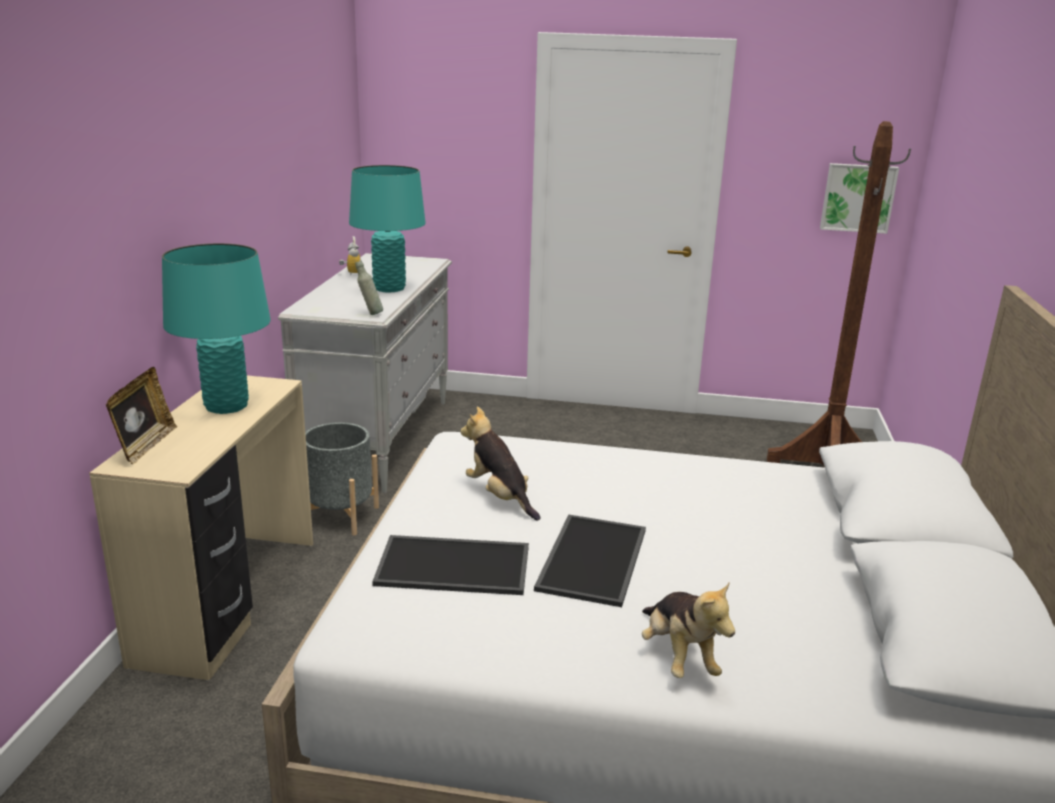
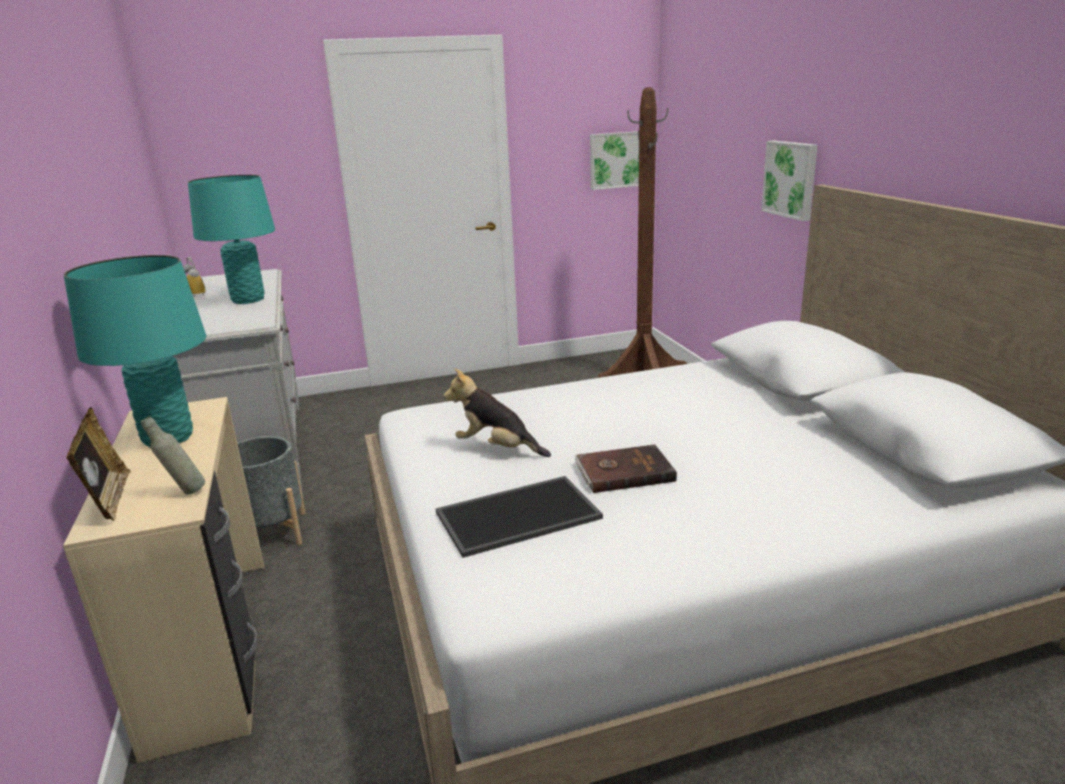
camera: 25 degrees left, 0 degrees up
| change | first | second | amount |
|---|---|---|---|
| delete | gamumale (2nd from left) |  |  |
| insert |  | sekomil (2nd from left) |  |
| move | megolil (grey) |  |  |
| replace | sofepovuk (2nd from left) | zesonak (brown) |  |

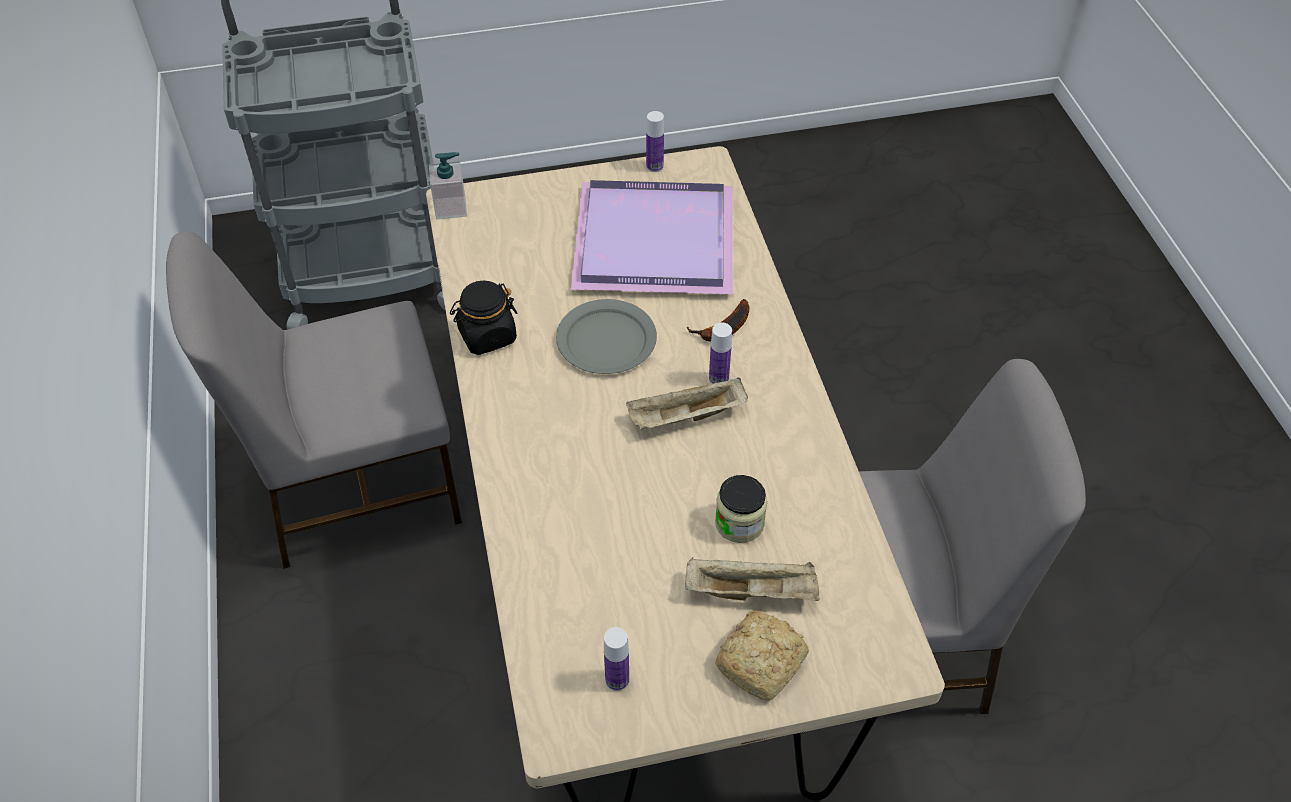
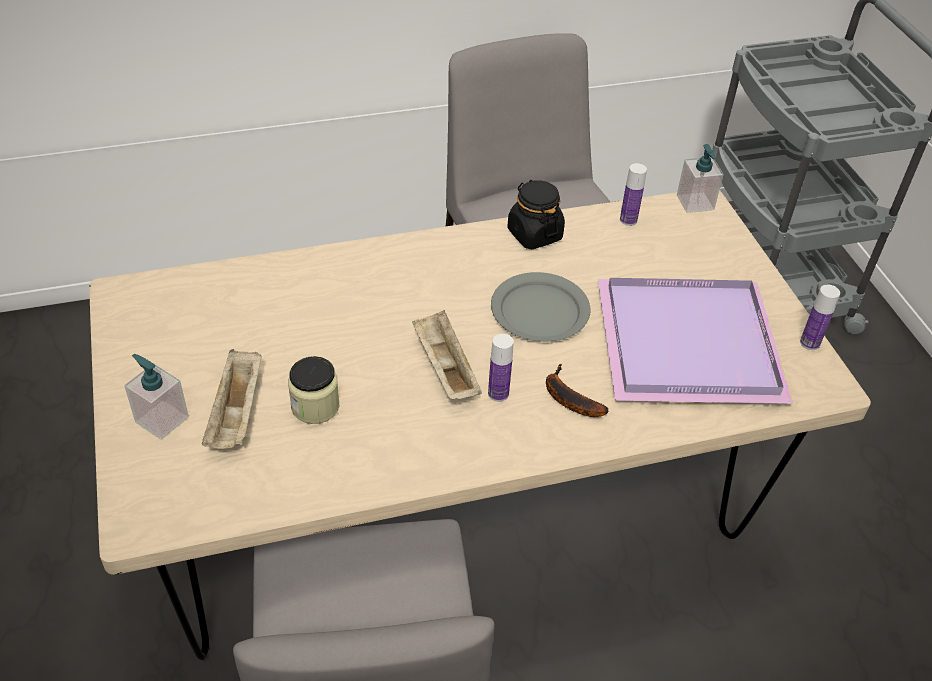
camera: 85 degrees right, 5 degrees down
| change | first | second | amount |
|---|---|---|---|
| move | megolil (1st from left in the first image) | megolil (2nd from left) |  |
| replace | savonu | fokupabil (1st from left) |  |

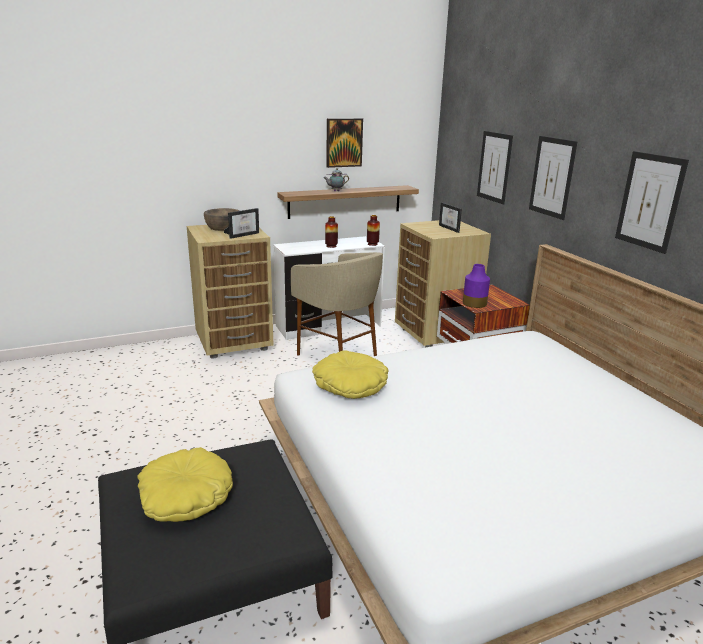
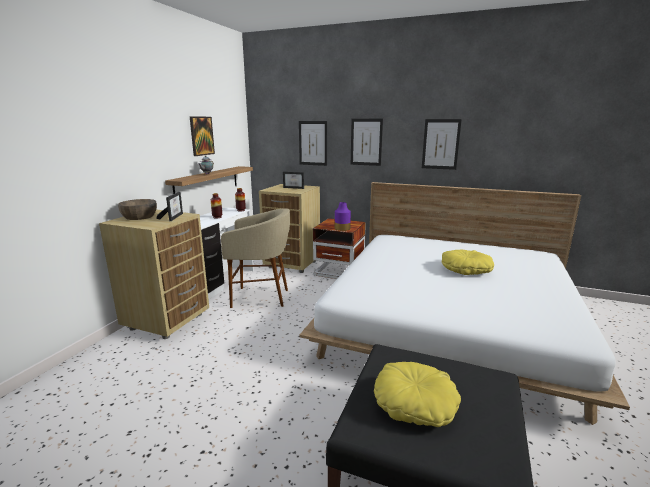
camera: 45 degrees left, 5 degrees down
| change | first | second | amount |
|---|---|---|---|
| move | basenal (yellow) (2nd from left) |  |  |

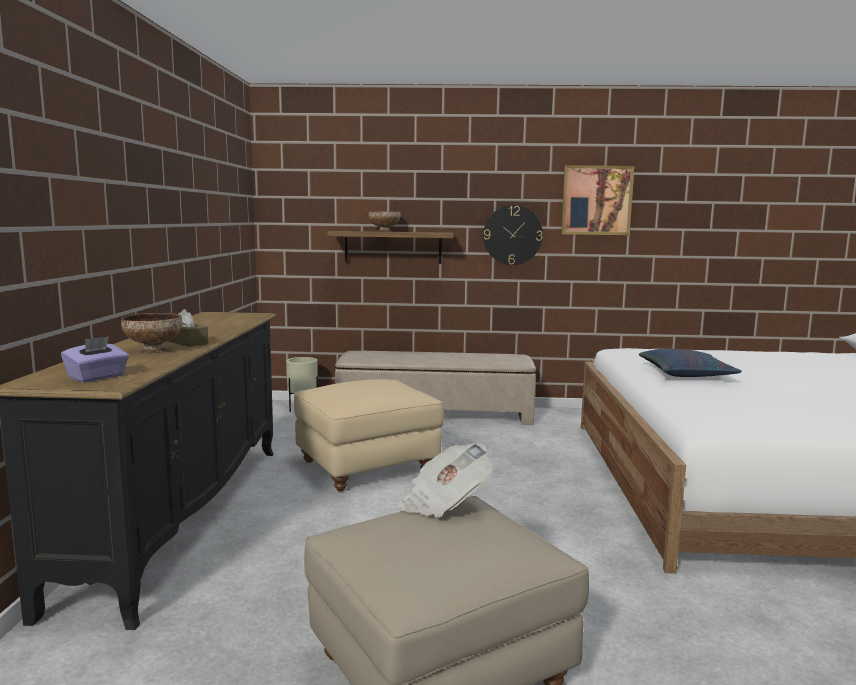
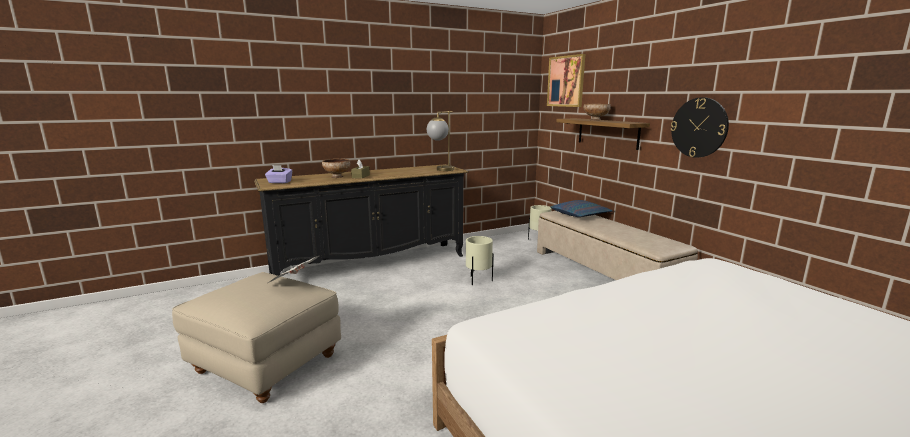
camera: 60 degrees right, 5 degrees up
| change | first | second | amount |
|---|---|---|---|
| insert |  | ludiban |  |
| move | sekomil |  |  |
| move | basenal (blue) |  |  |
| replace | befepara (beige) (1st from left) | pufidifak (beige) (1st from left) |  |

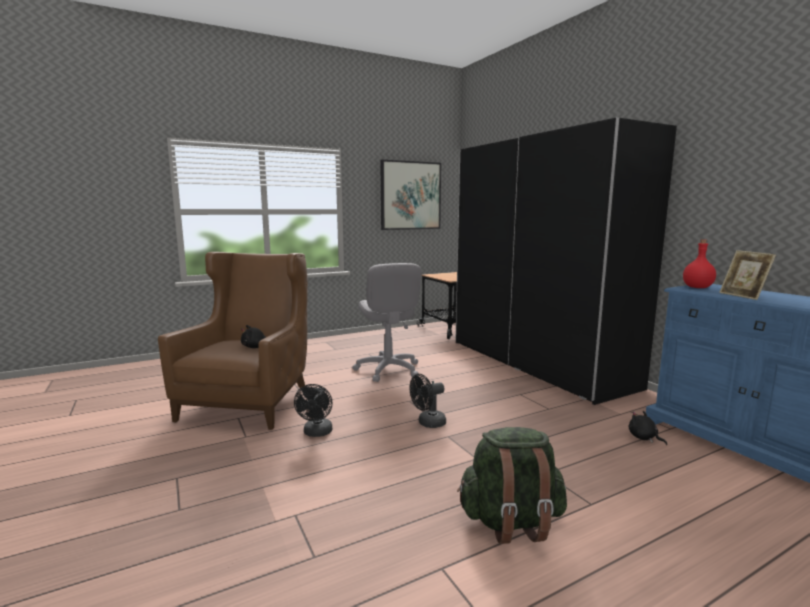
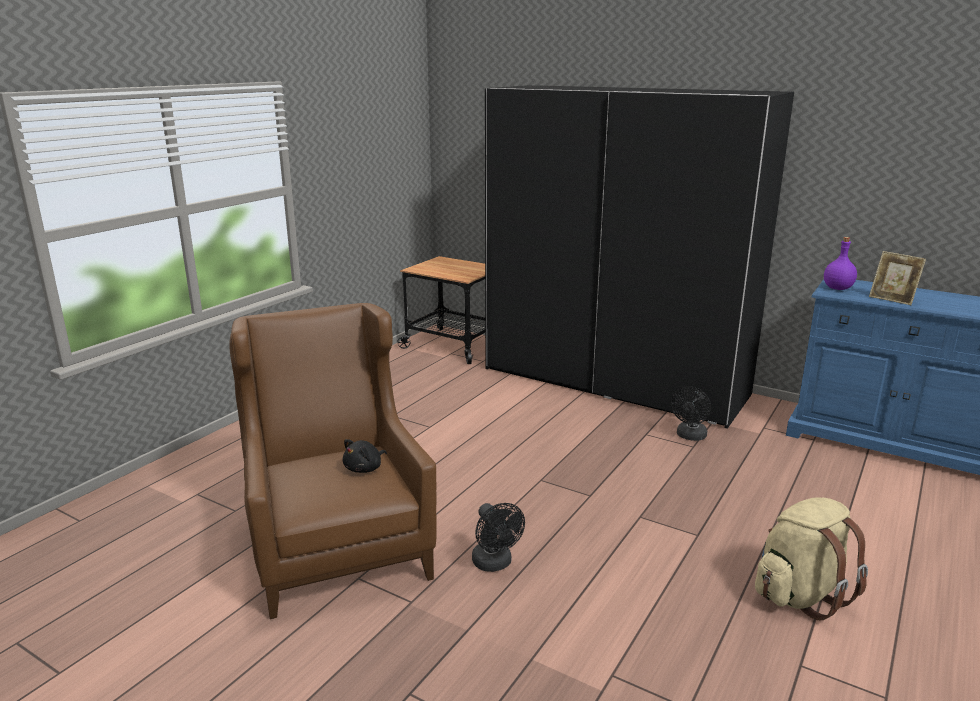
camera: 30 degrees left, 10 degrees up
| change | first | second | amount |
|---|---|---|---|
| delete | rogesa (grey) |  |  |
| delete | sekomil |  |  |
| delete | gamumale (black) (2nd from left) |  |  |
| move | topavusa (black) (2nd from left) |  |  |
| recolor | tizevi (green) | tizevi (beige) |  |
| recolor | megolil (red) | megolil (purple) |  |

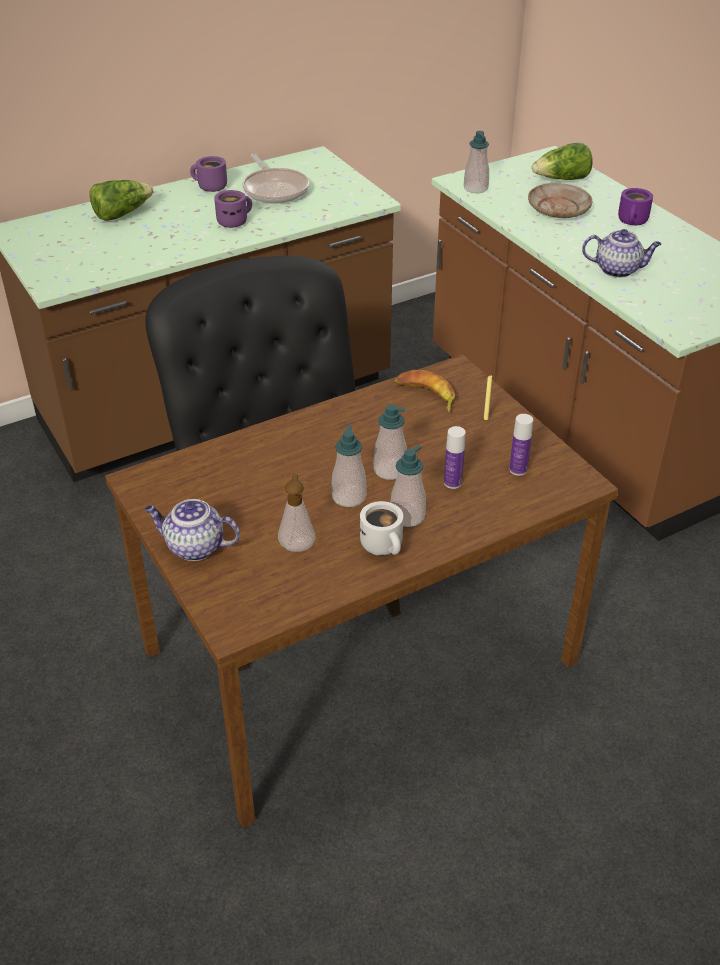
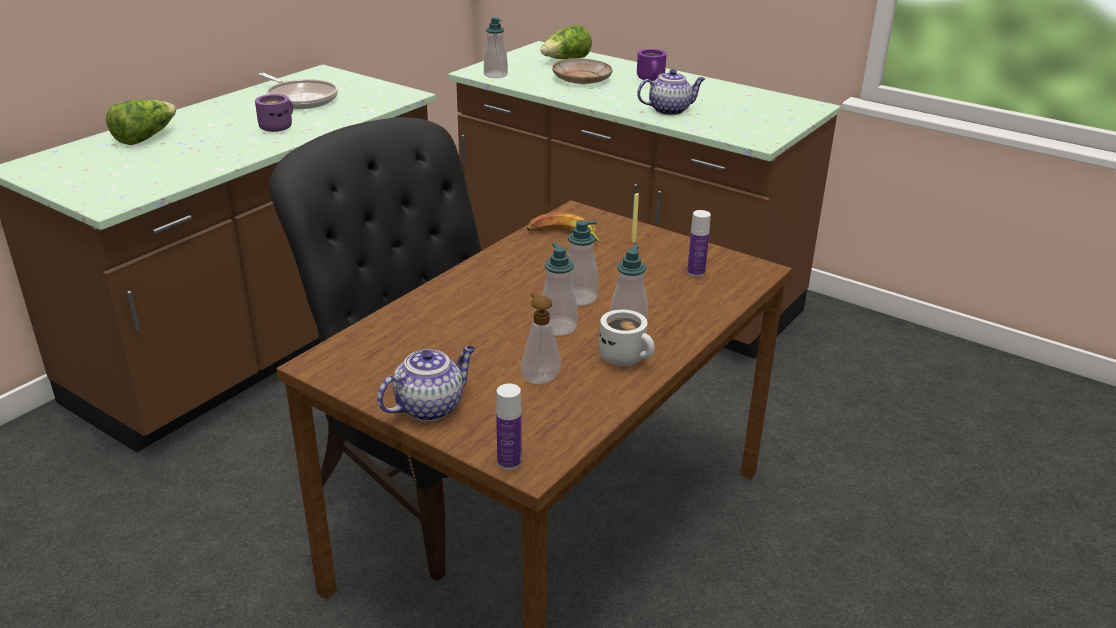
camera: 25 degrees left, 10 degrees down
| change | first | second | amount |
|---|---|---|---|
| delete | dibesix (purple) (1st from left) |  |  |
| move | megolil (1st from left) |  |  |
| rotate | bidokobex (1st from left) |  | 150 degrees clockwise |

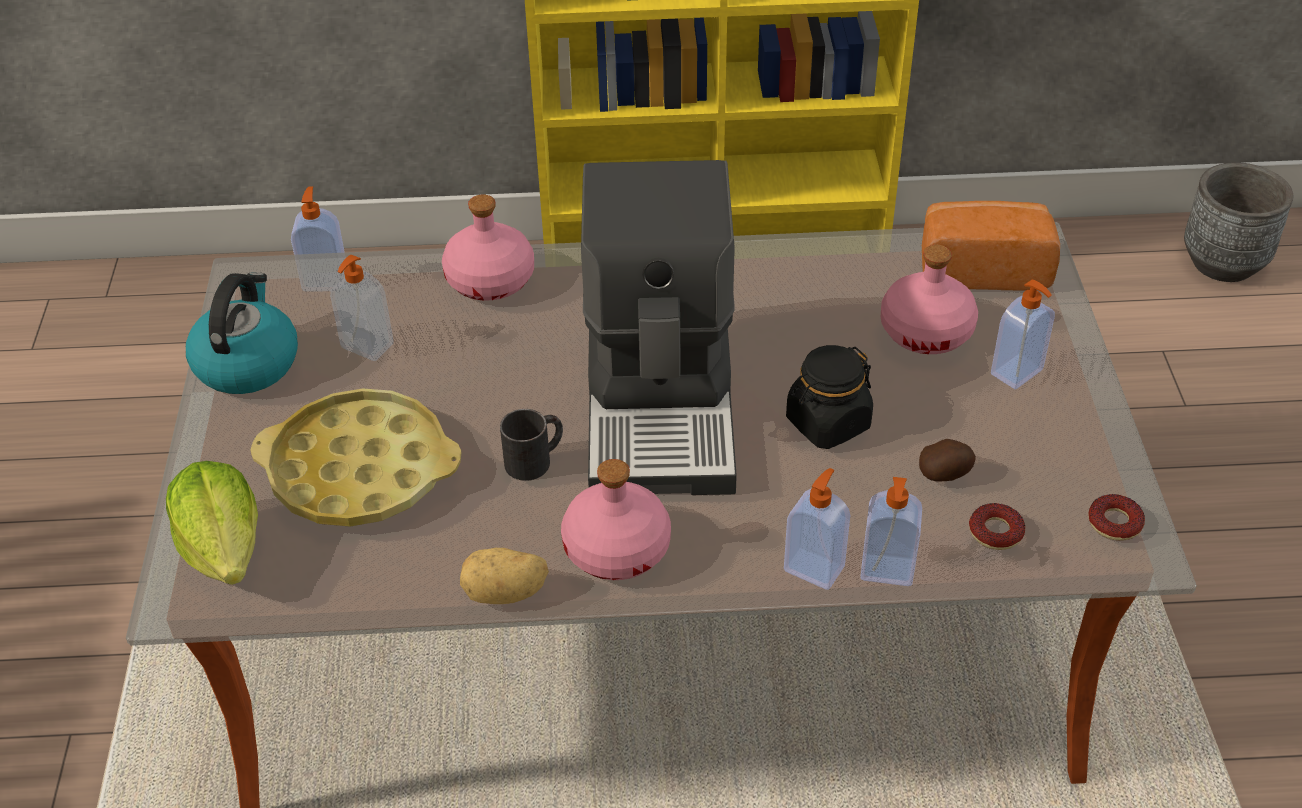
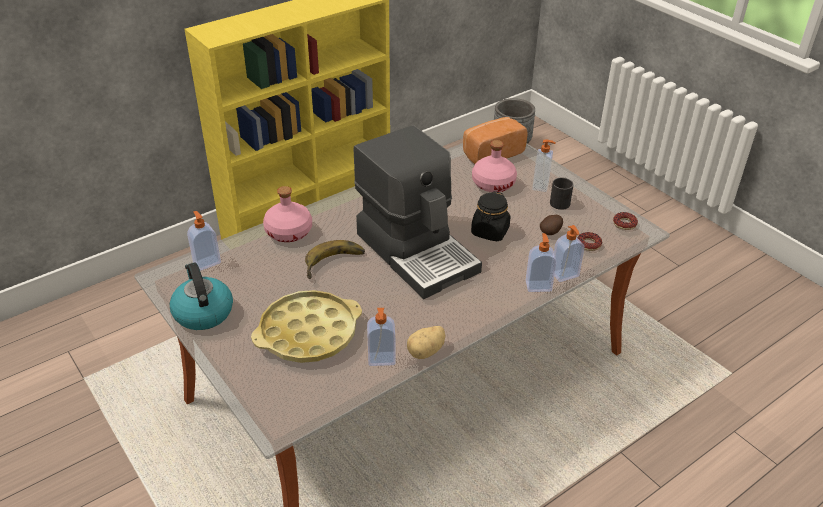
camera: 35 degrees left, 5 degrees down
| change | first | second | amount |
|---|---|---|---|
| delete | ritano |  |  |
| delete | megolil (pink) (2nd from left) |  |  |
| insert |  | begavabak |  |
| move | fokupabil (2nd from left) |  |  |
| move | dibesix (black) |  |  |

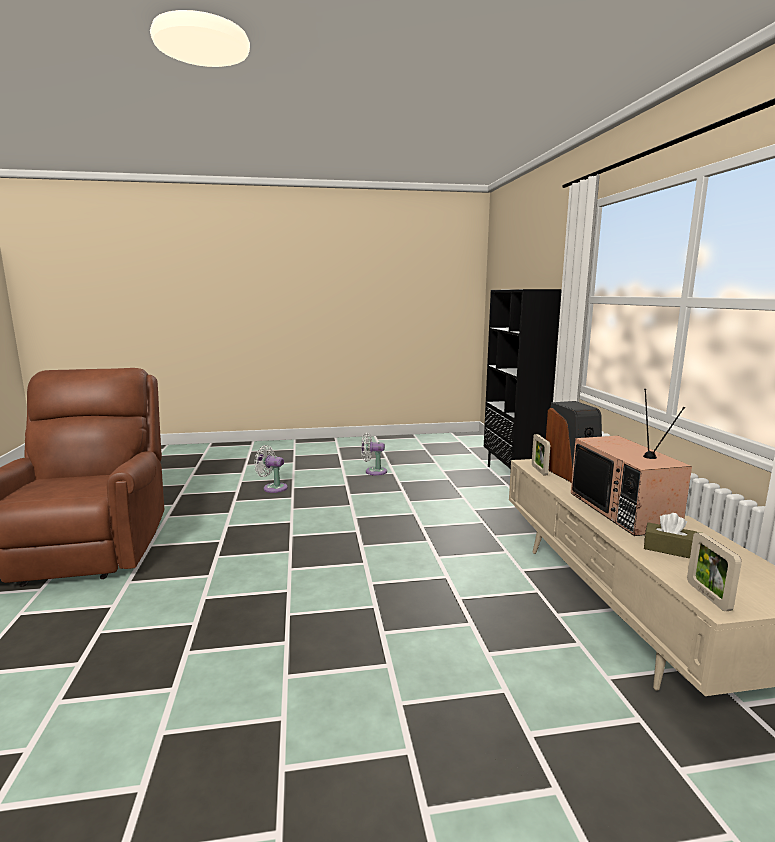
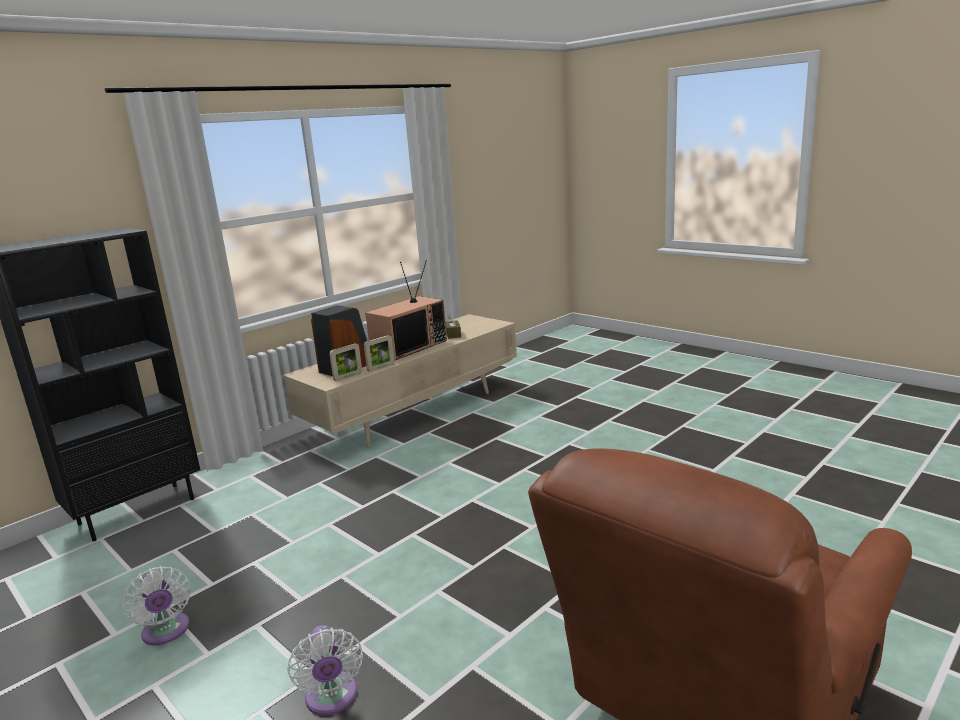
camera: 125 degrees left, 5 degrees up
| change | first | second | amount |
|---|---|---|---|
| move | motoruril (2nd from left) |  |  |

